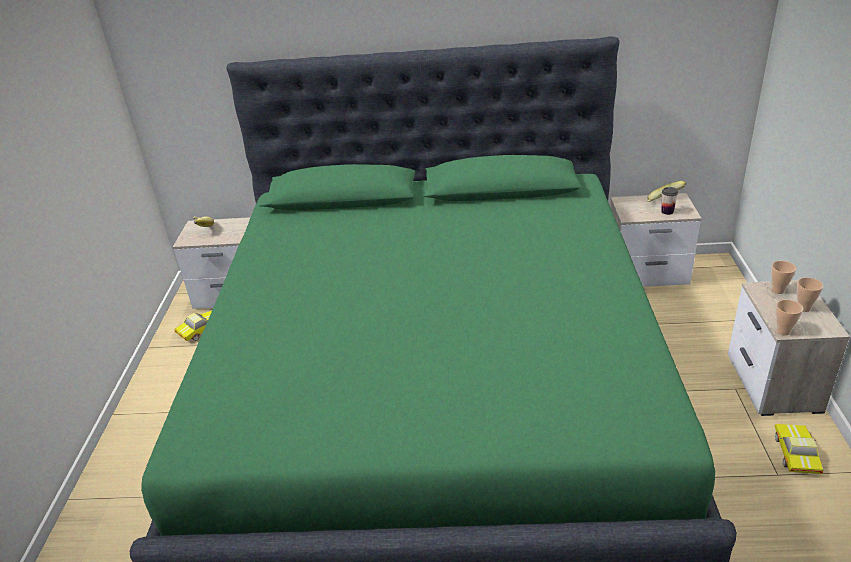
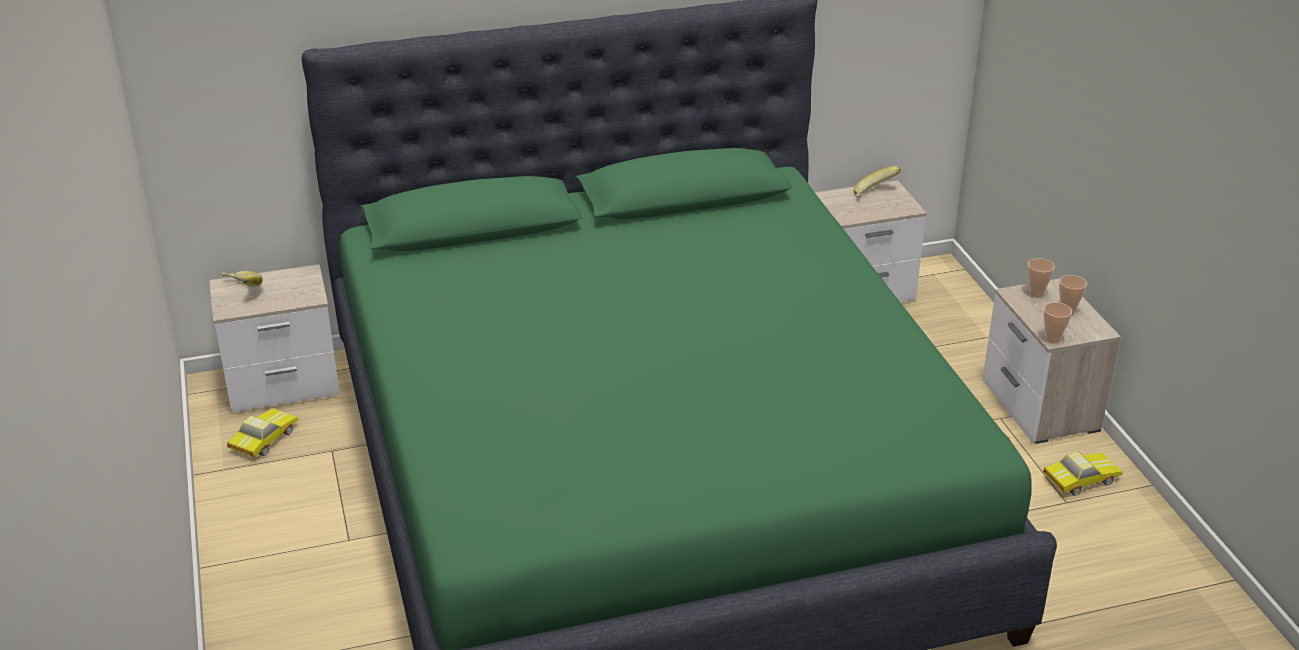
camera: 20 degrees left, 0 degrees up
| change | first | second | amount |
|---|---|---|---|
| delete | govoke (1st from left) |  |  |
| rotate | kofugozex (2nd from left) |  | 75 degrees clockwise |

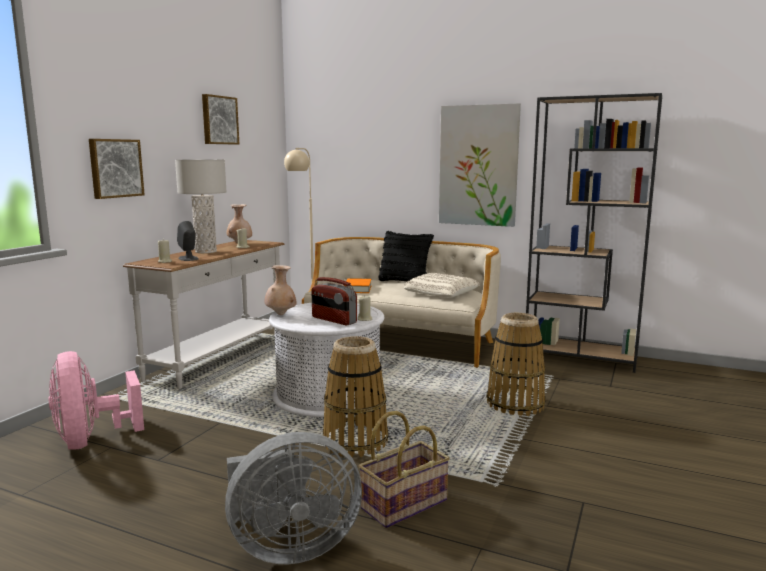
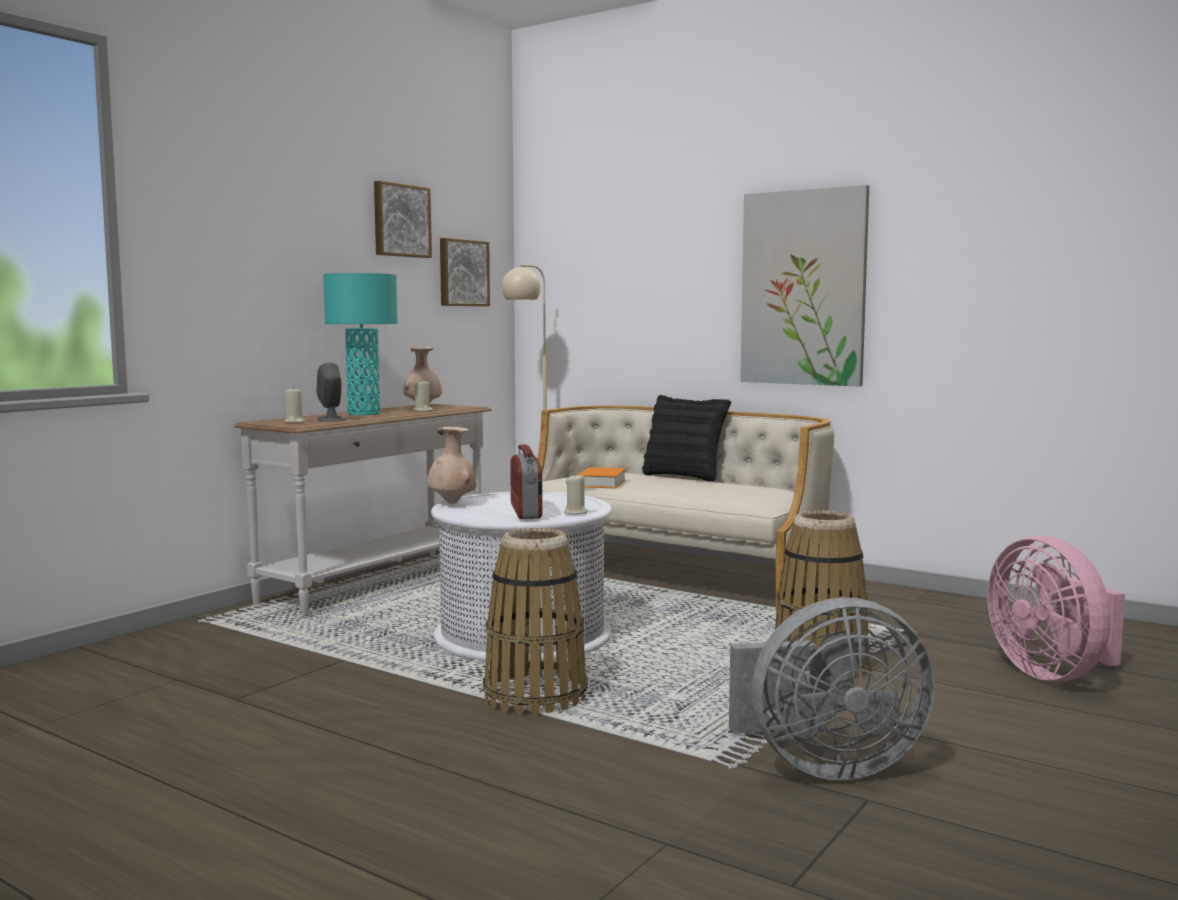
camera: 10 degrees right, 5 degrees down
| change | first | second | amount |
|---|---|---|---|
| delete | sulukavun (2nd from left) |  |  |
| delete | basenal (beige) |  |  |
| delete | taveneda |  |  |
| move | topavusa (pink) |  |  |
| move | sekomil (1st from left in the first image) | sekomil (2nd from left) |  |
| move | topavusa (grey) |  |  |
| recolor | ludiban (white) | ludiban (turquoise) |  |
| rotate | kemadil |  | 150 degrees counterclockwise |

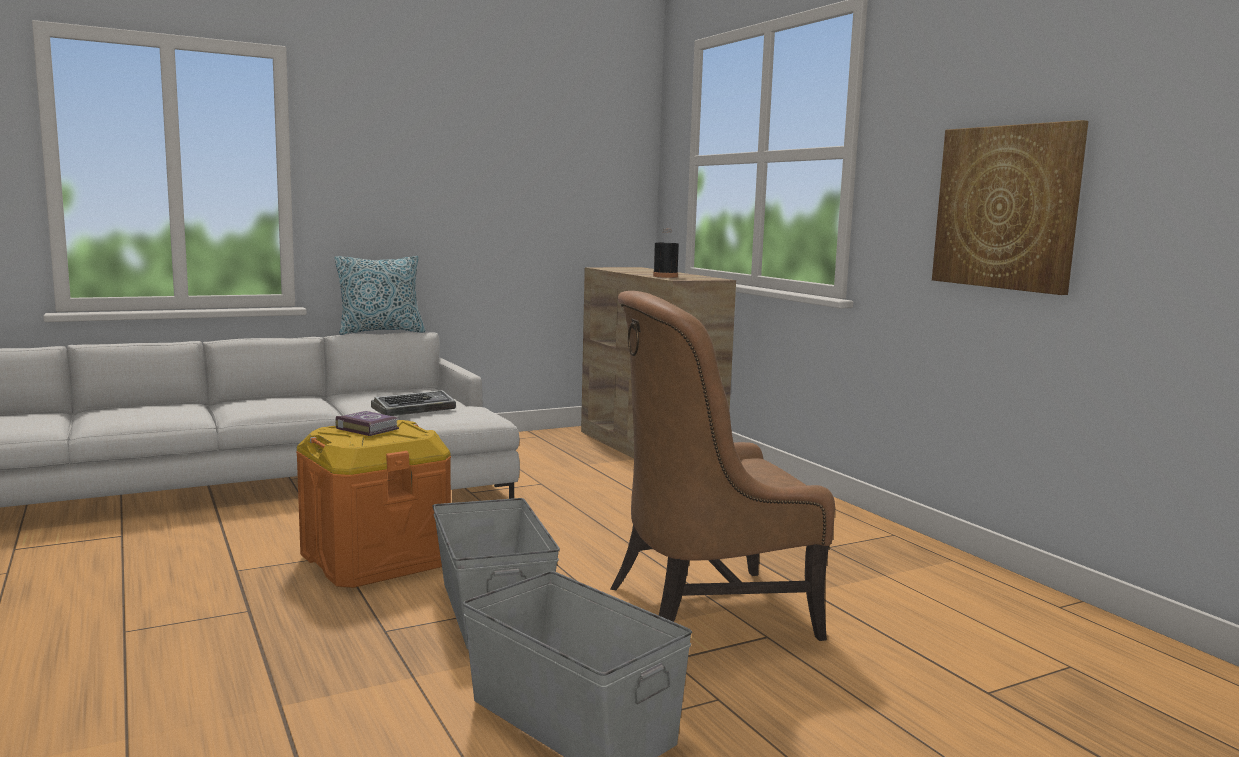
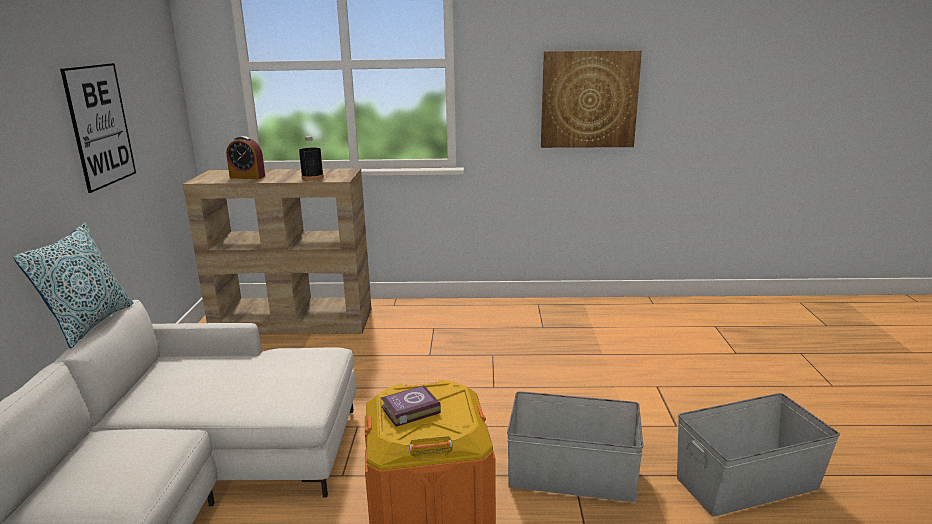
camera: 60 degrees left, 10 degrees up
| change | first | second | amount |
|---|---|---|---|
| delete | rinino |  |  |
| delete | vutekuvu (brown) |  |  |
| insert |  | sekomil (1st from left) |  |
| insert |  | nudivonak |  |

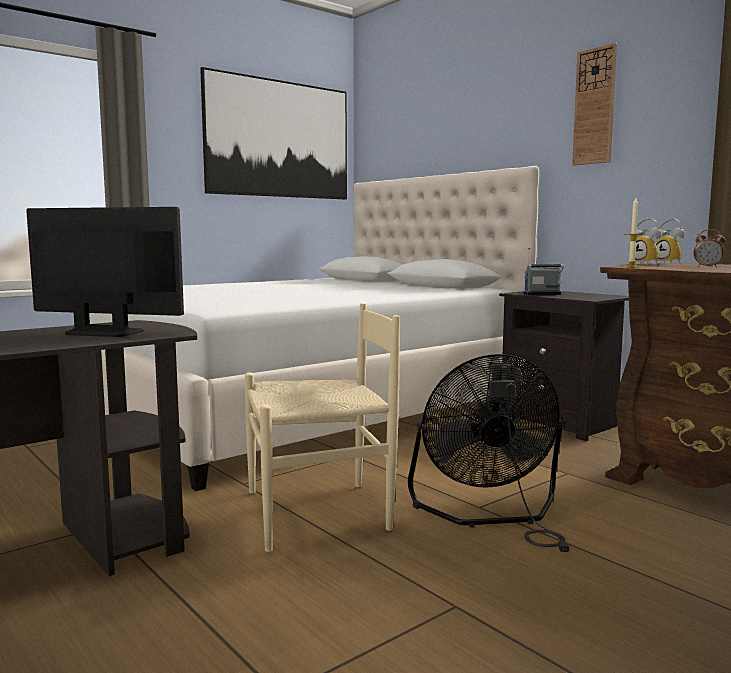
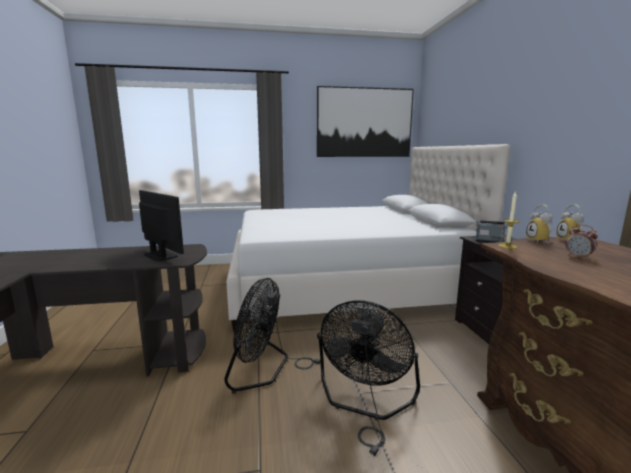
camera: 30 degrees right, 5 degrees up
| change | first | second | amount |
|---|---|---|---|
| delete | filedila |  |  |
| replace | vutekuvu (beige) | topavusa (black) (1st from left) |  |

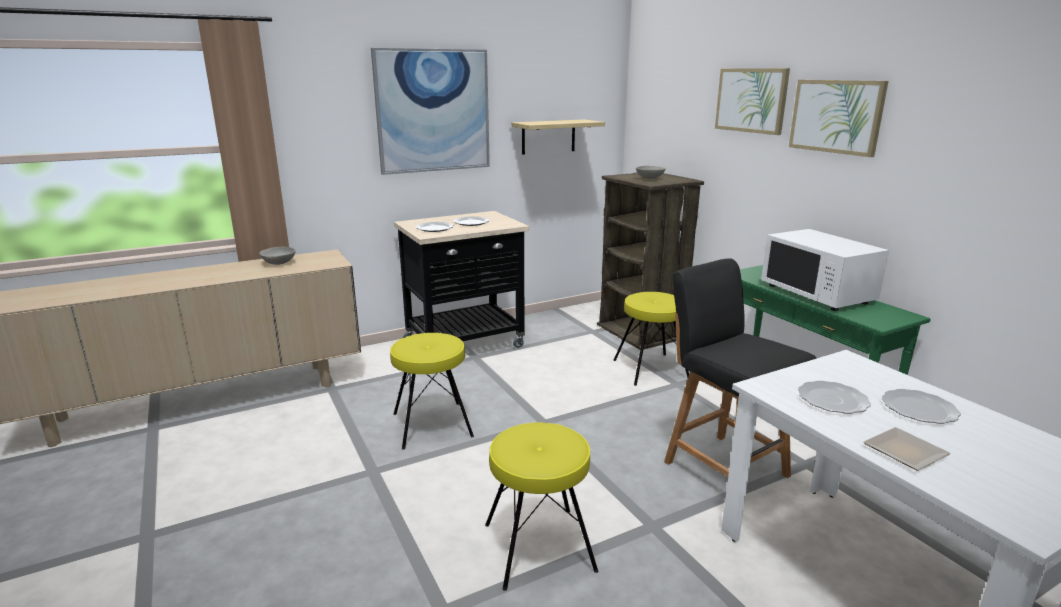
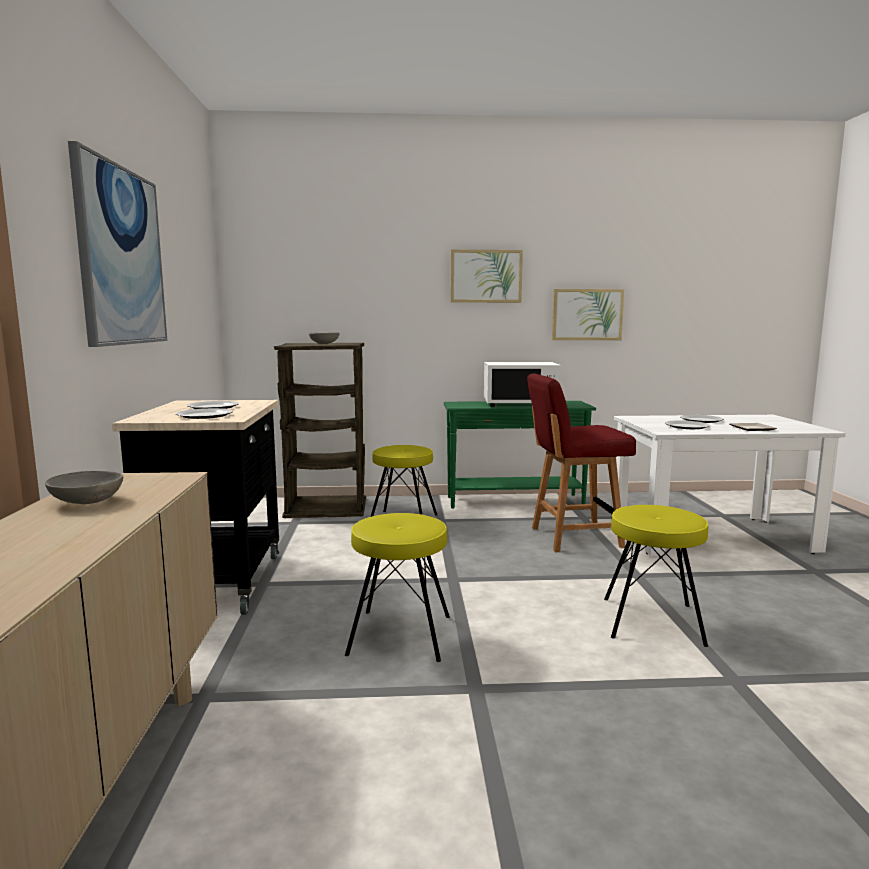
camera: 65 degrees left, 10 degrees down
| change | first | second | amount |
|---|---|---|---|
| delete | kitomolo |  |  |
| move | sekomil (2nd from left in the first image) | sekomil (3rd from left) |  |
| recolor | vutekuvu (black) | vutekuvu (red) |  |

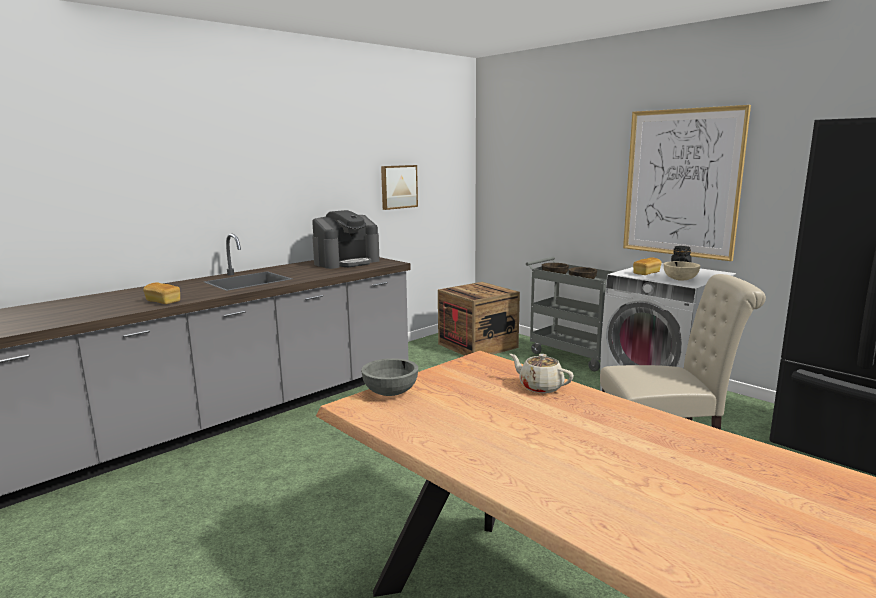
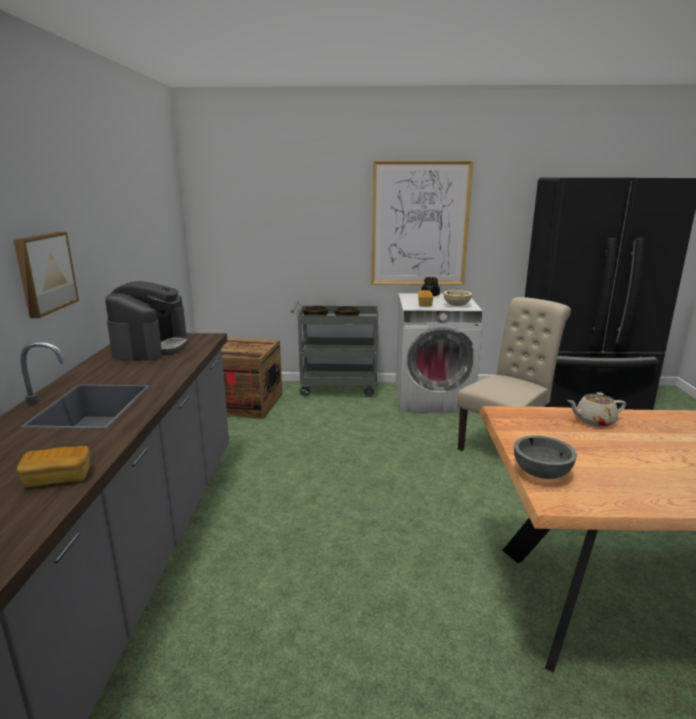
camera: 45 degrees left, 5 degrees up
| change | first | second | amount |
|---|---|---|---|
| move | sekomil (1st from left) |  |  |

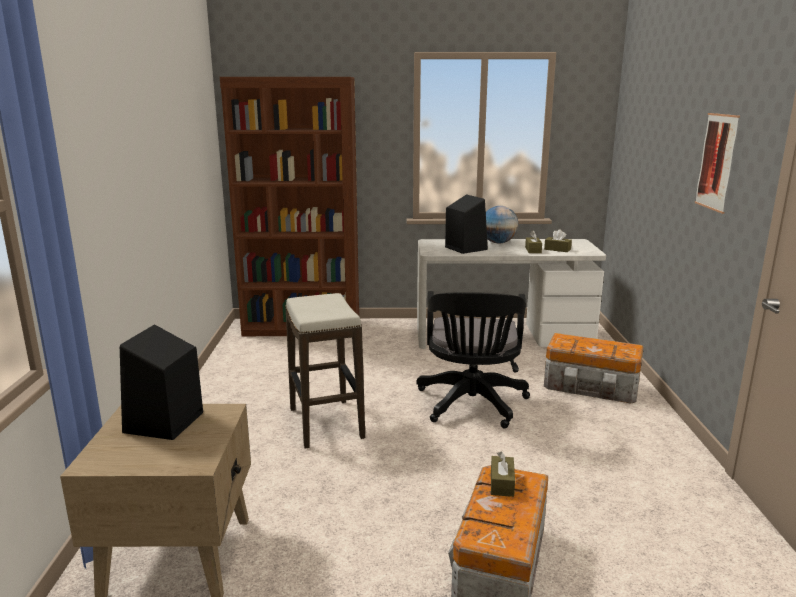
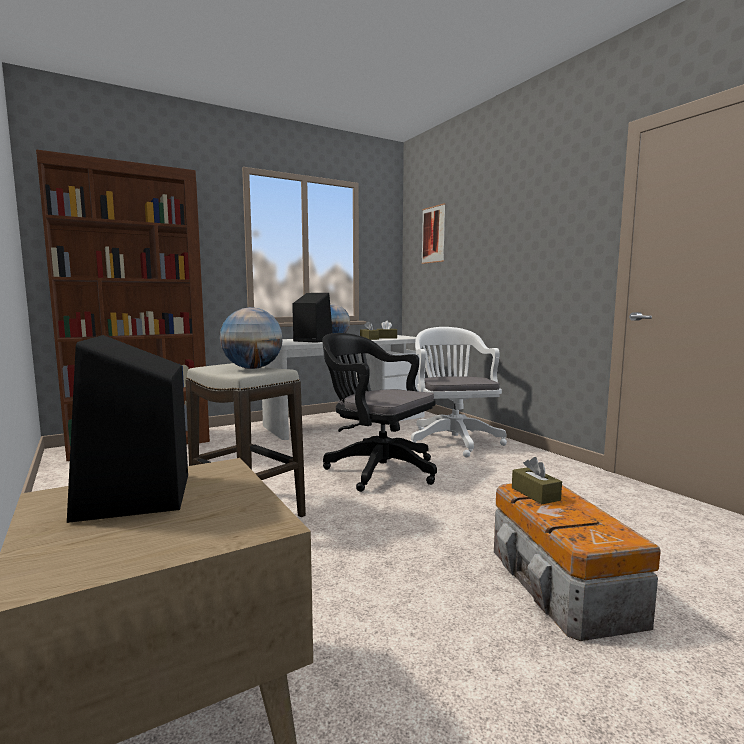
camera: 30 degrees left, 10 degrees down
| change | first | second | amount |
|---|---|---|---|
| insert |  | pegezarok (1st from left) |  |
| move | sekomil |  |  |
| replace | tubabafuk (2nd from left) | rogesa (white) |  |
| rotate | rogesa (black) |  | 150 degrees clockwise |

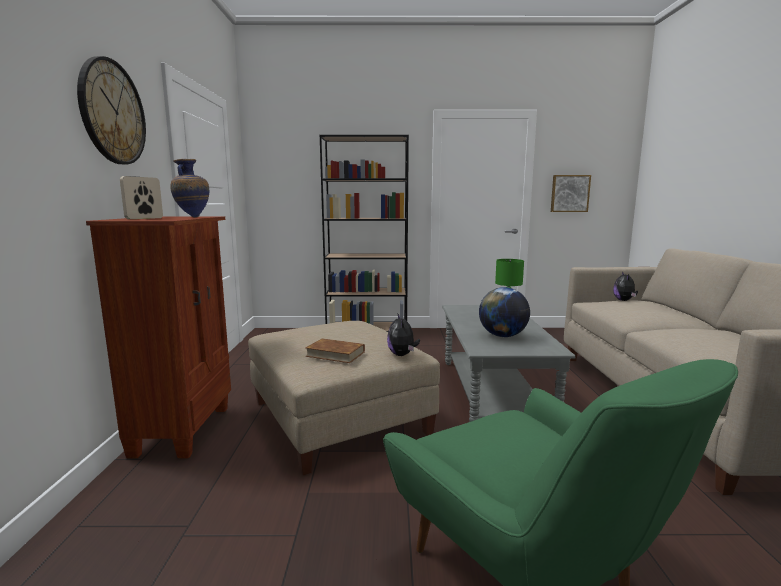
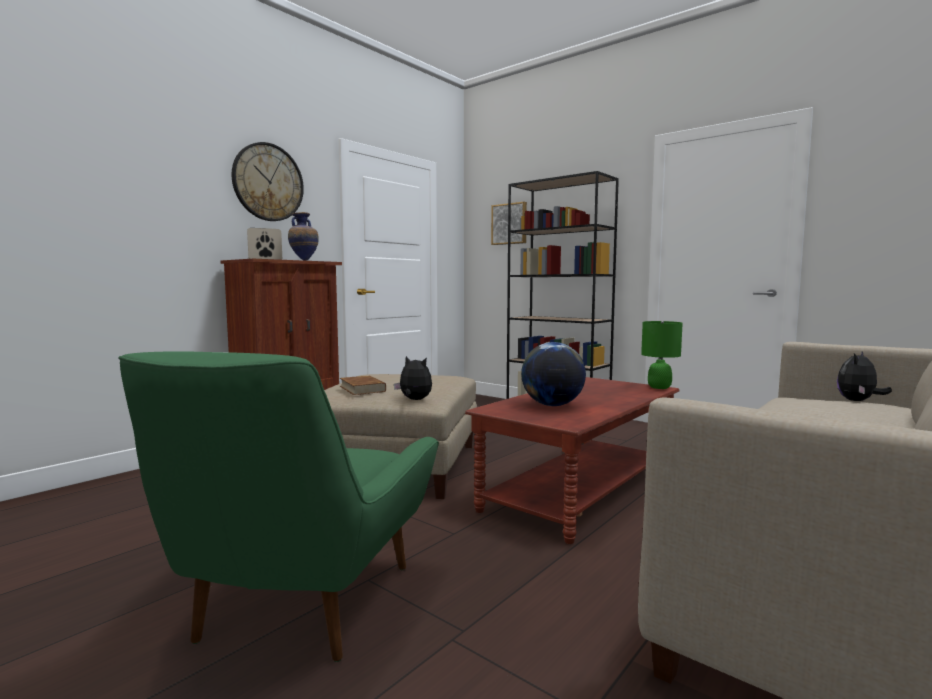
camera: 40 degrees right, 5 degrees down
| change | first | second | amount |
|---|---|---|---|
| move | sekomil |  |  |
| recolor | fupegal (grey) | fupegal (brown) |  |
| rotate | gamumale (1st from left) |  | 90 degrees clockwise |

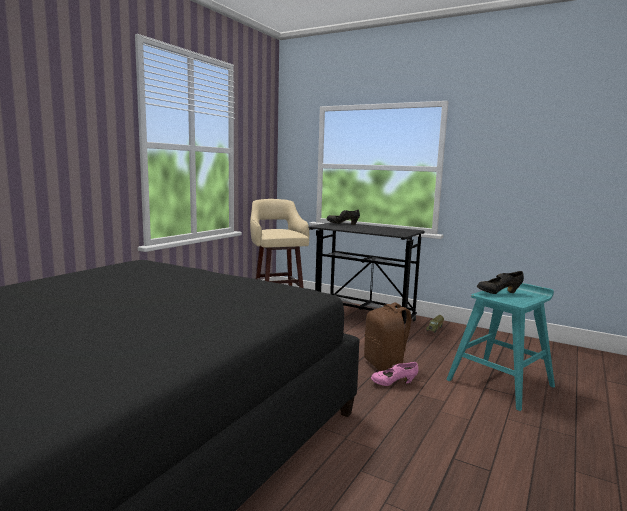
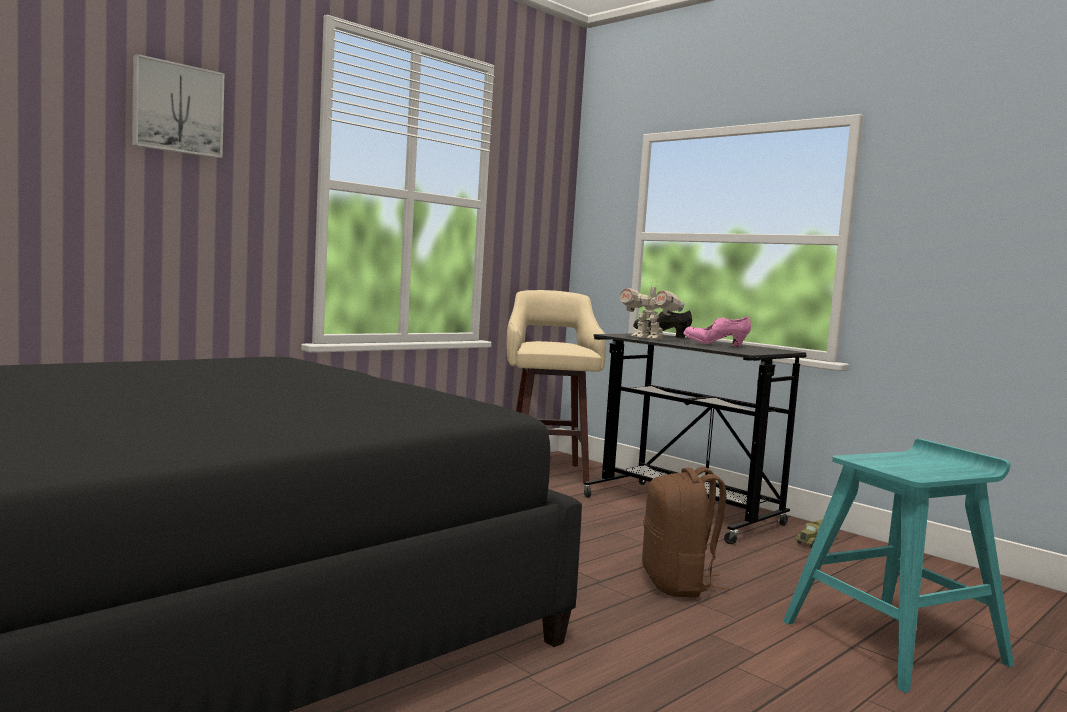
camera: 15 degrees right, 5 degrees down
| change | first | second | amount |
|---|---|---|---|
| delete | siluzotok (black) (2nd from left) |  |  |
| insert |  | sekomil |  |
| insert |  | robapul |  |
| move | siluzotok (pink) |  |  |

